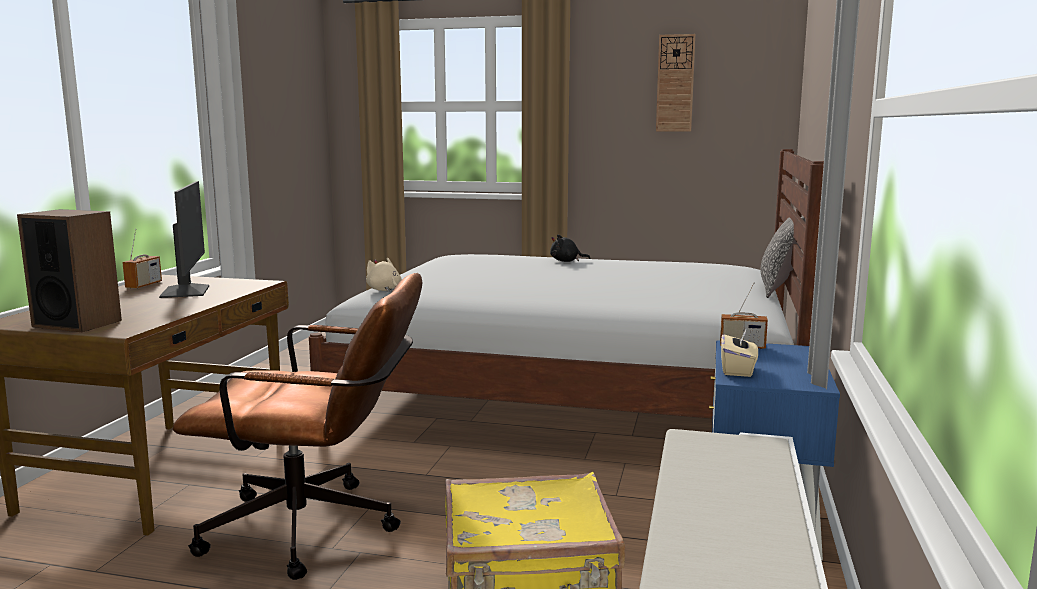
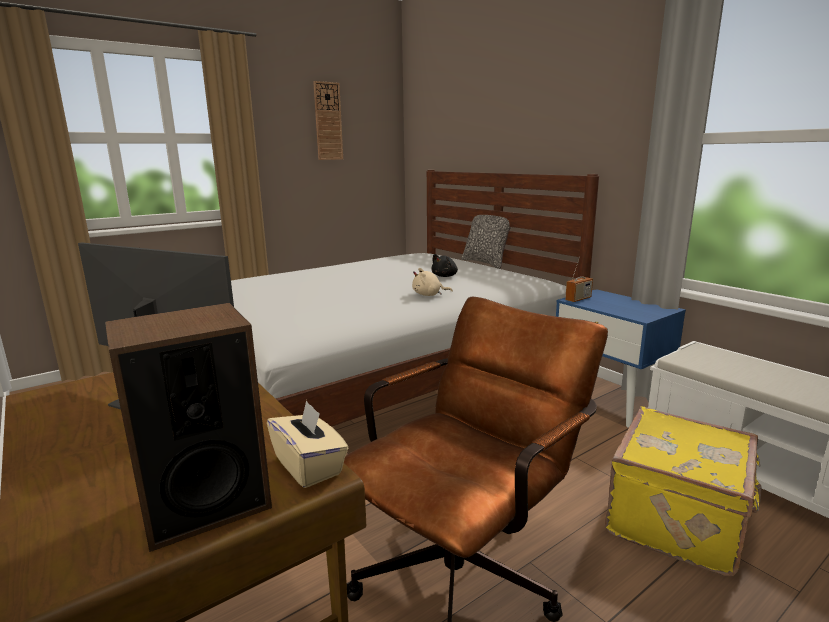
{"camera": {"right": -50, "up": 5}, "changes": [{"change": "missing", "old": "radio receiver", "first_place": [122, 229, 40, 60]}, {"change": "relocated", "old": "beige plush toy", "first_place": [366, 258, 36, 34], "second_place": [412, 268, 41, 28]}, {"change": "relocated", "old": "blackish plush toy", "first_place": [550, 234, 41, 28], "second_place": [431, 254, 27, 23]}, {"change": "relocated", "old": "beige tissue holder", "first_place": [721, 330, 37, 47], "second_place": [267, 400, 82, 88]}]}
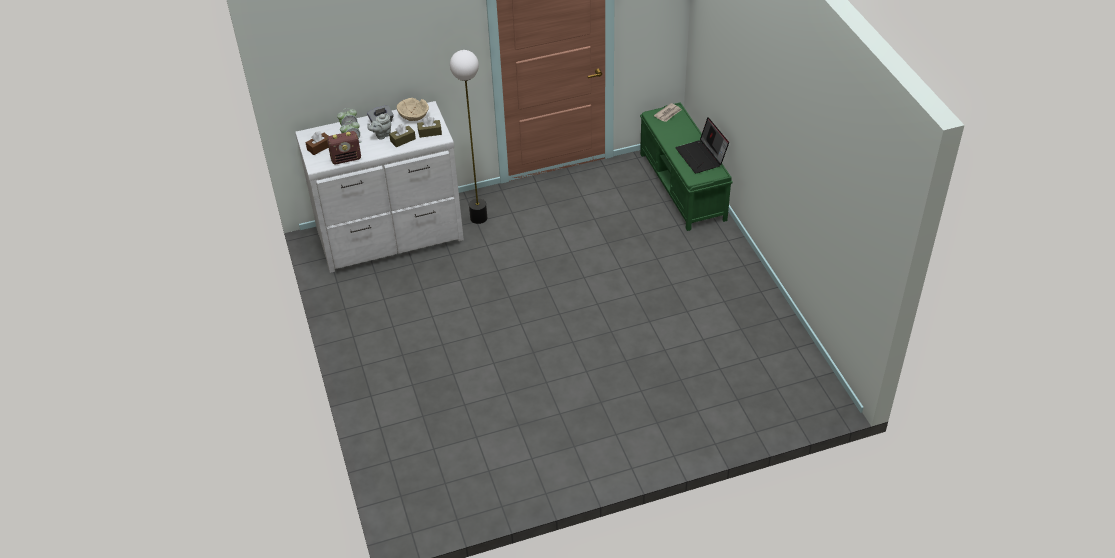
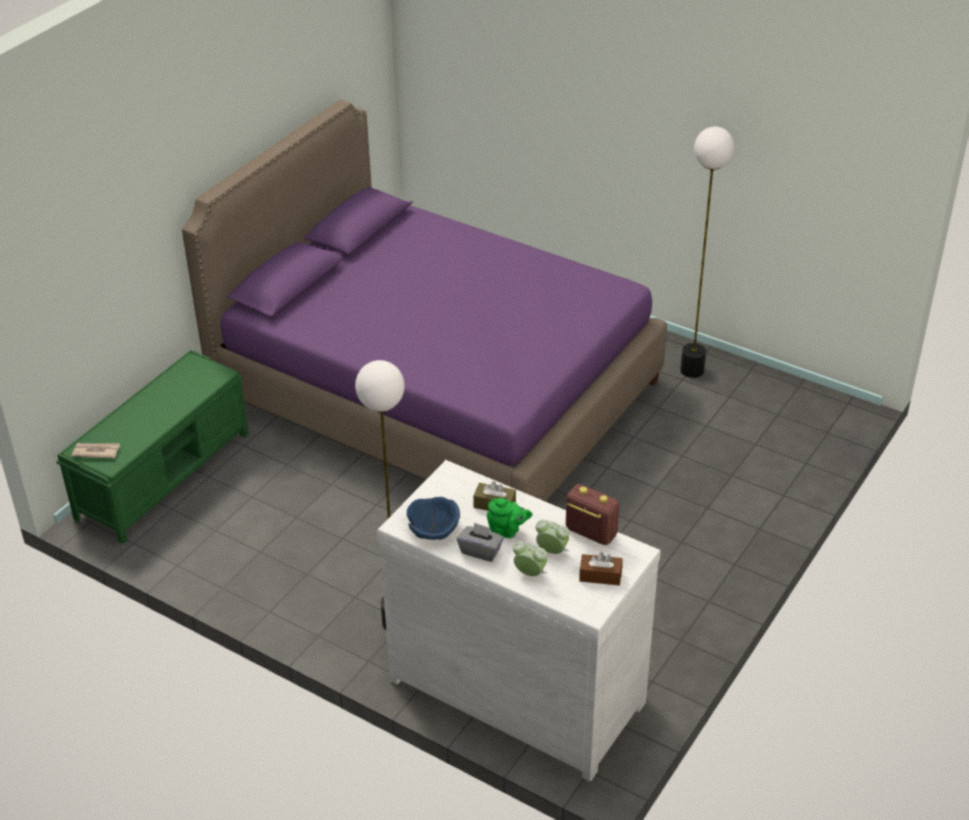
{"camera": {"right": -130, "up": -5}, "changes": [{"change": "missing", "old": "brownish tissue holder", "first_place": [417, 117, 25, 21]}, {"change": "missing", "old": "notebook computer", "first_place": [675, 117, 54, 56]}, {"change": "appeared", "new": "purplish bedroom bed", "second_place": [182, 100, 485, 402]}, {"change": "appeared", "new": "standard lamp", "second_place": [680, 126, 54, 252]}, {"change": "colour", "old": "grey pot for tea", "new": "greenish pot for tea", "first_place": [368, 113, 23, 27], "second_place": [487, 498, 46, 40]}, {"change": "colour", "old": "beige serving bowl", "new": "blue serving bowl", "first_place": [397, 98, 32, 23], "second_place": [407, 497, 53, 43]}]}
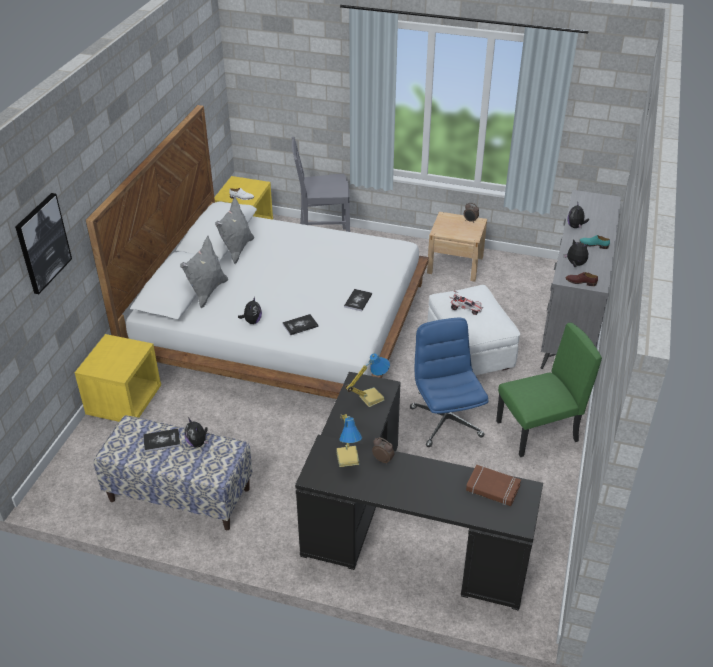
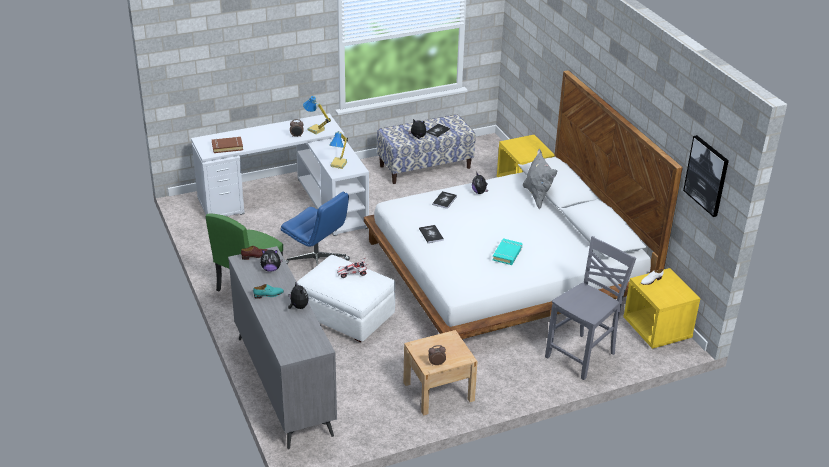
{"camera": {"right": 140, "up": -5}, "changes": [{"change": "missing", "old": "grey cushion", "first_place": [215, 197, 39, 67]}, {"change": "appeared", "new": "turquoise-coloured book", "second_place": [492, 238, 30, 27]}, {"change": "relocated", "old": "wall picture", "first_place": [15, 193, 57, 101], "second_place": [683, 135, 46, 82]}, {"change": "colour", "old": "blackish desk", "new": "whitish desk", "first_place": [295, 372, 248, 239], "second_place": [191, 113, 178, 123]}]}
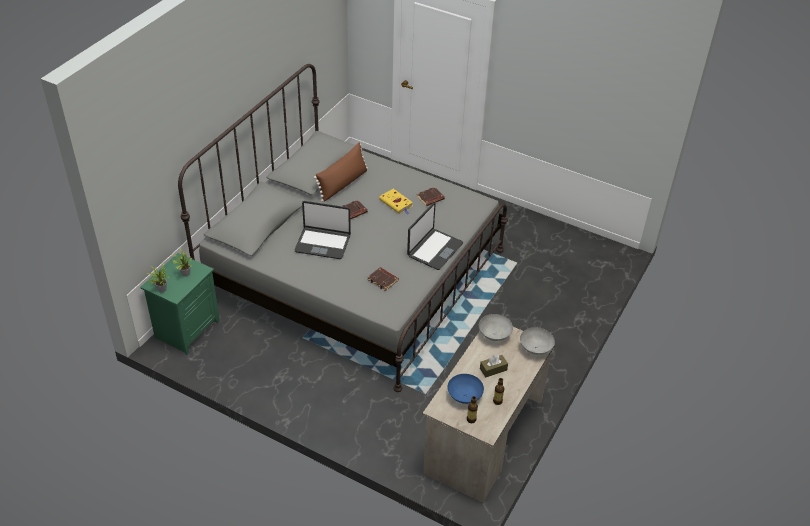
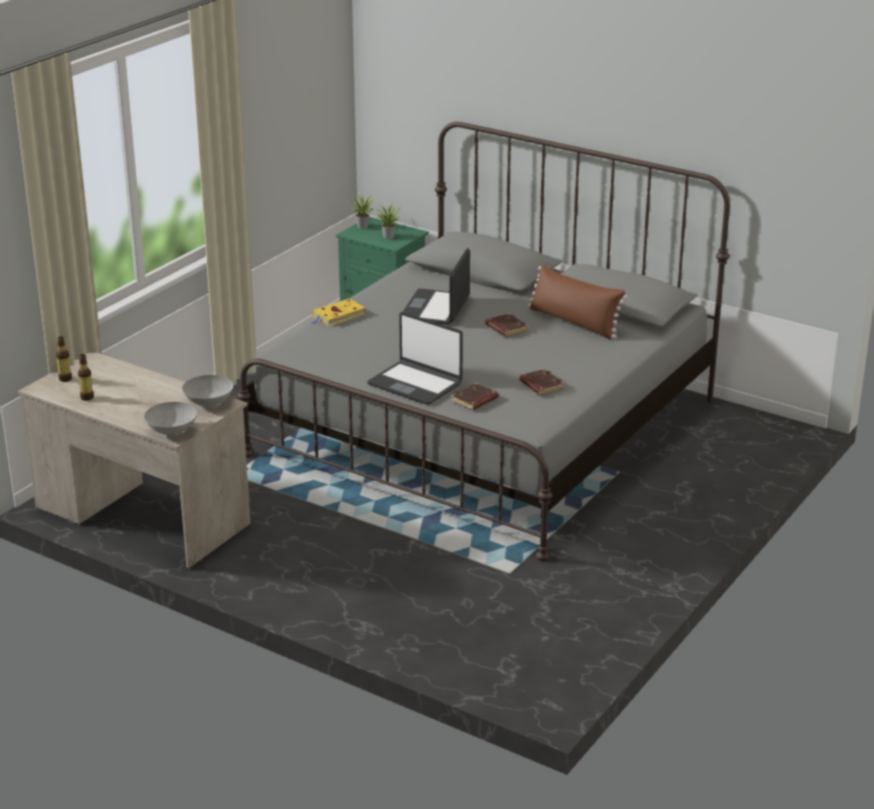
{"camera": {"right": 95, "up": -15}, "changes": [{"change": "missing", "old": "blue serving bowl", "first_place": [447, 374, 37, 30]}, {"change": "missing", "old": "brownish tissue holder", "first_place": [480, 354, 28, 23]}, {"change": "relocated", "old": "brownish book", "first_place": [368, 267, 31, 24], "second_place": [451, 383, 48, 27]}, {"change": "relocated", "old": "yellow-coloured book", "first_place": [379, 189, 34, 25], "second_place": [312, 299, 53, 28]}]}
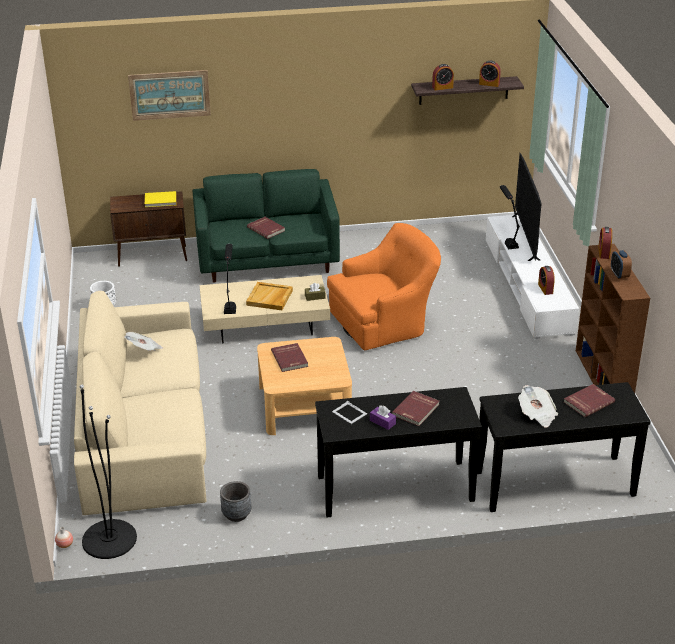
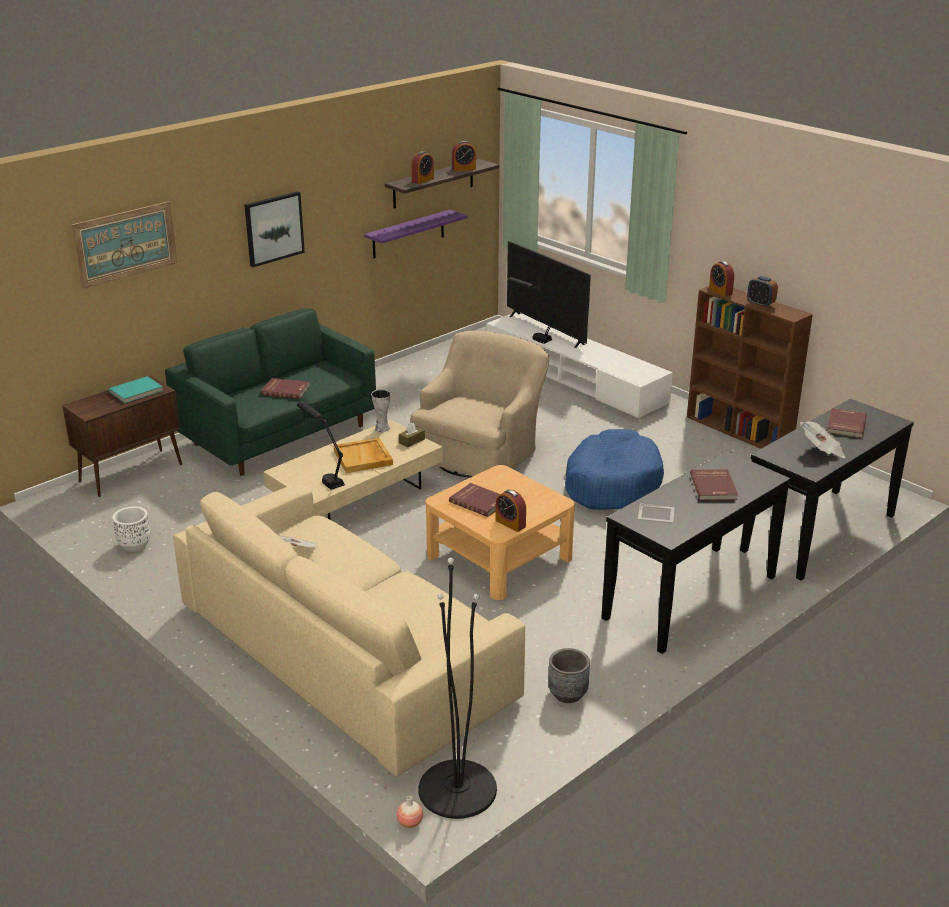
{"camera": {"right": -35, "up": -5}, "changes": [{"change": "missing", "old": "purplish tissue holder", "first_place": [370, 406, 26, 24]}, {"change": "appeared", "new": "wall picture", "second_place": [244, 191, 61, 76]}, {"change": "appeared", "new": "purplish shelf", "second_place": [364, 210, 104, 48]}, {"change": "appeared", "new": "flower vase", "second_place": [371, 390, 20, 42]}, {"change": "appeared", "new": "blue dog cushion", "second_place": [565, 429, 99, 81]}, {"change": "relocated", "old": "table clock", "first_place": [538, 266, 17, 29], "second_place": [495, 490, 31, 42]}, {"change": "colour", "old": "yellow-coloured book", "new": "turquoise-coloured book", "first_place": [145, 191, 31, 16], "second_place": [109, 376, 54, 27]}, {"change": "colour", "old": "orangey armchair", "new": "beige armchair", "first_place": [327, 223, 114, 127], "second_place": [410, 331, 140, 147]}]}
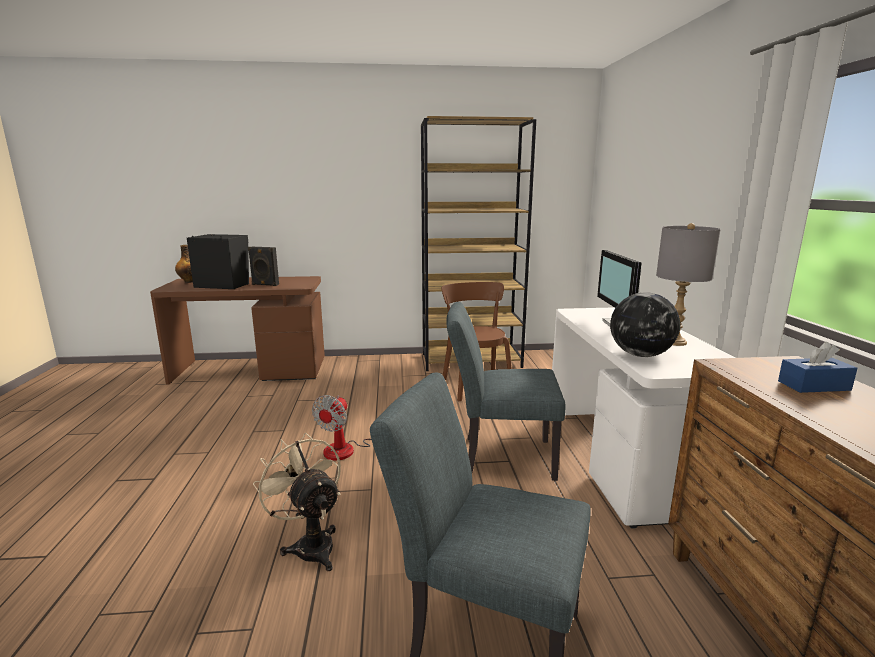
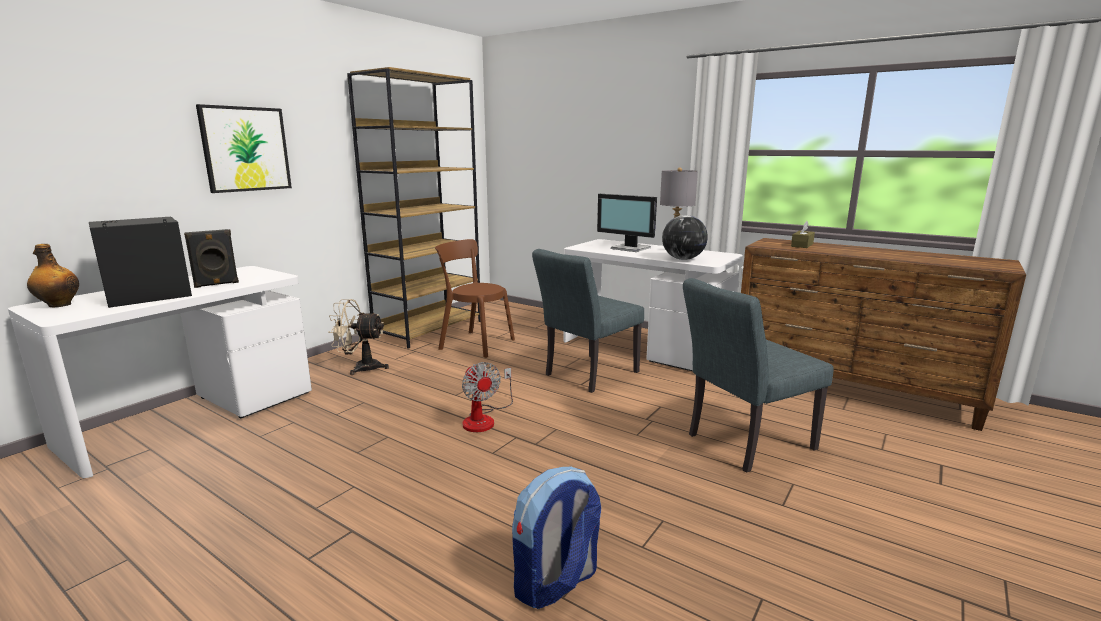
{"camera": {"right": -50, "up": 0}, "changes": [{"change": "appeared", "new": "wall picture", "second_place": [196, 104, 96, 89]}, {"change": "appeared", "new": "backpack", "second_place": [512, 467, 89, 142]}, {"change": "relocated", "old": "beige cooling fan", "first_place": [253, 433, 88, 138], "second_place": [328, 299, 61, 76]}, {"change": "colour", "old": "brownish desk", "new": "whitish desk", "first_place": [150, 276, 175, 109], "second_place": [8, 266, 304, 212]}, {"change": "colour", "old": "blue tissue holder", "new": "brownish tissue holder", "first_place": [778, 342, 80, 51], "second_place": [791, 221, 24, 27]}]}
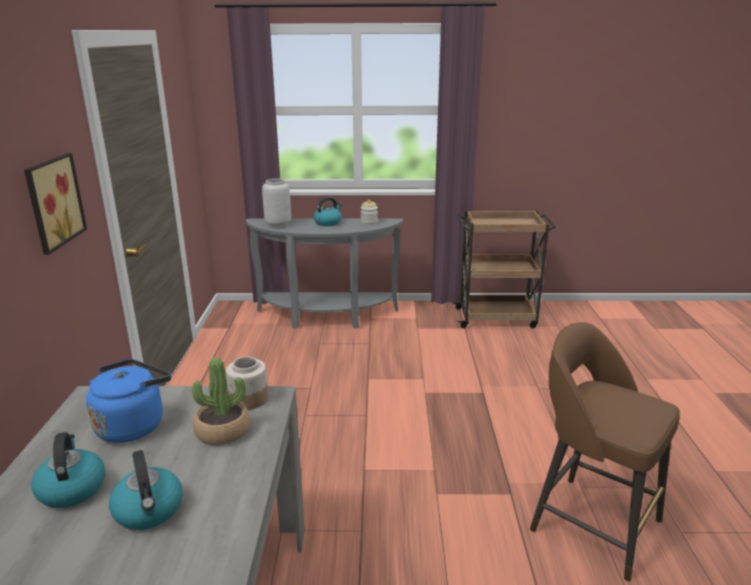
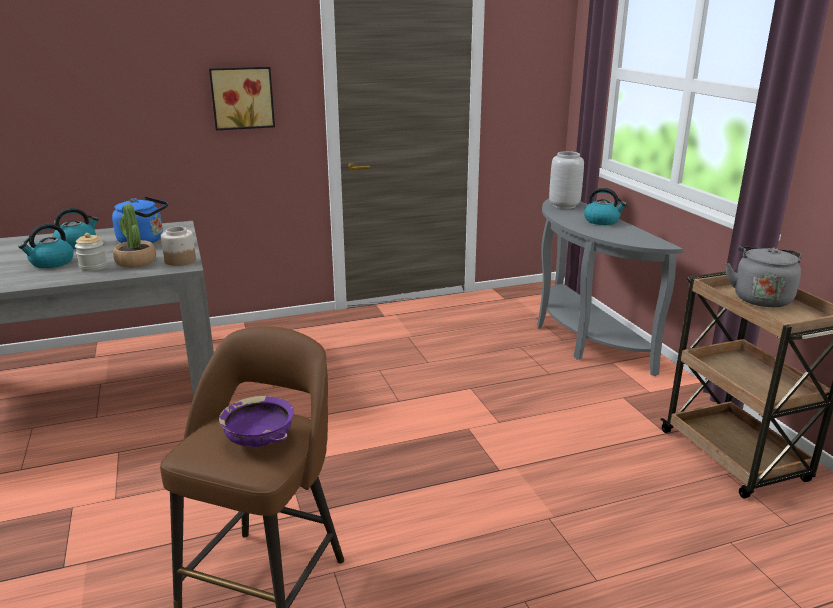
{"camera": {"right": 70, "up": 0}, "changes": [{"change": "appeared", "new": "purplish serving bowl", "second_place": [219, 396, 75, 51]}, {"change": "appeared", "new": "grey kettle", "second_place": [725, 246, 76, 61]}, {"change": "relocated", "old": "preserve jar", "first_place": [360, 200, 18, 25], "second_place": [75, 233, 32, 38]}]}
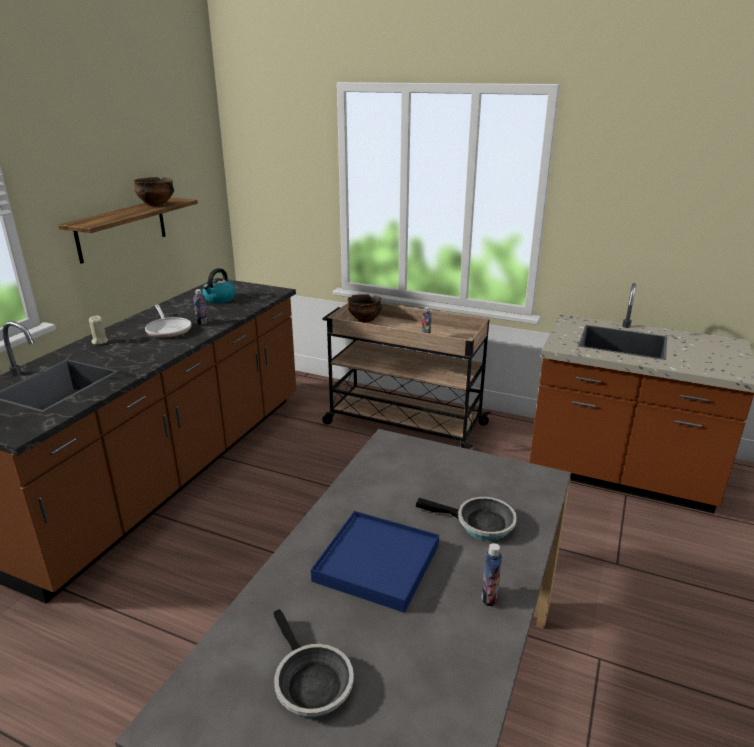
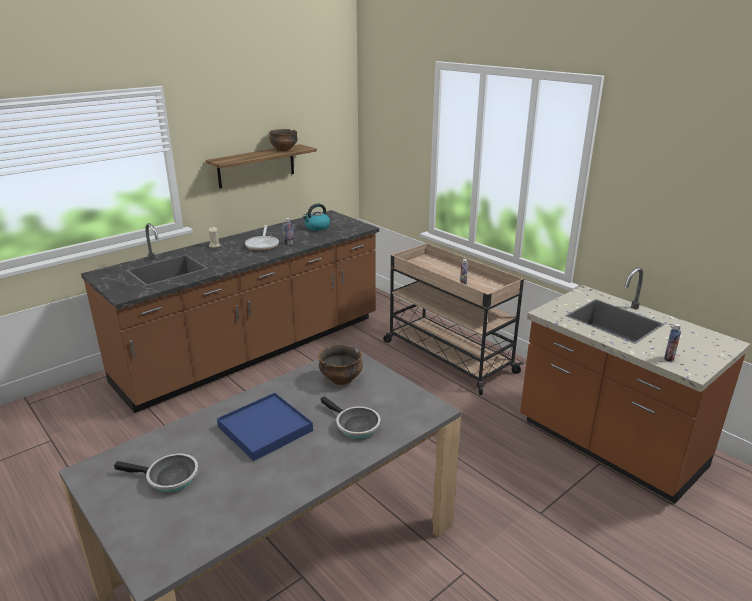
{"camera": {"right": 25, "up": 0}, "changes": [{"change": "relocated", "old": "serving bowl", "first_place": [348, 295, 34, 28], "second_place": [318, 345, 45, 40]}, {"change": "relocated", "old": "beverage bottle", "first_place": [481, 543, 21, 63], "second_place": [664, 323, 17, 39]}, {"change": "spun", "old": "frying pan", "first_place": [273, 609, 81, 109], "second_place": [114, 454, 84, 39], "degrees": -75}]}
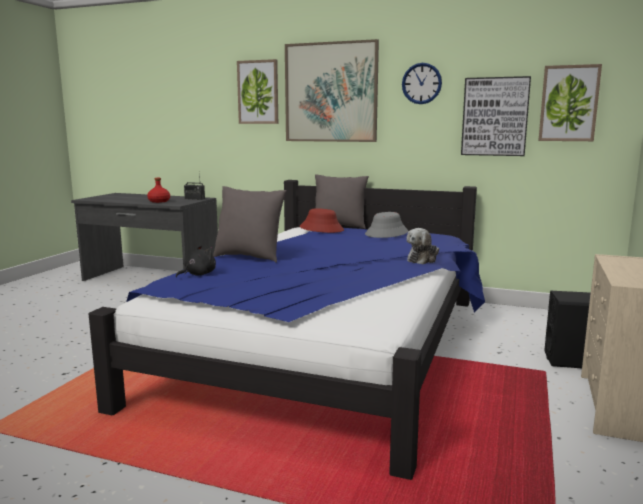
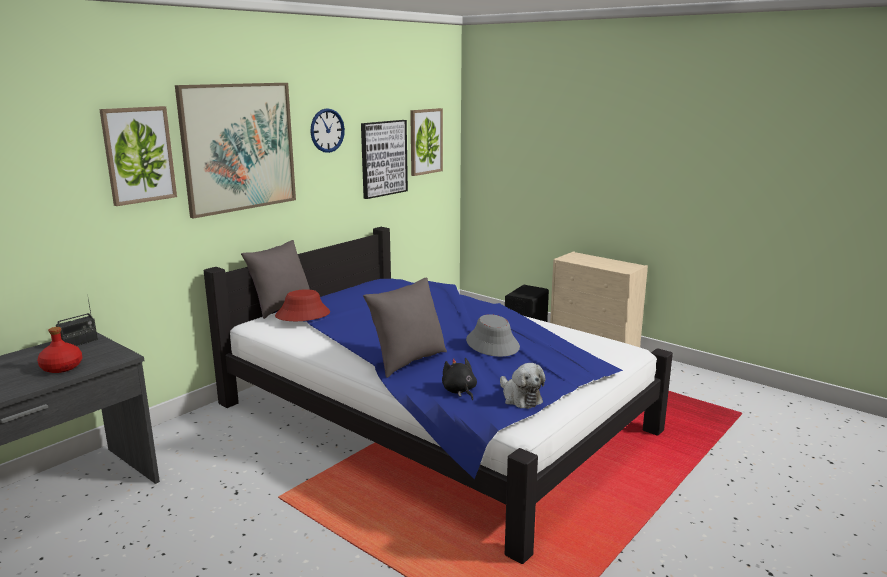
{"camera": {"right": -70, "up": 5}, "changes": [{"change": "relocated", "old": "grey clothing hat", "first_place": [365, 212, 43, 26], "second_place": [466, 314, 54, 43]}, {"change": "relocated", "old": "plush toy", "first_place": [406, 228, 33, 36], "second_place": [500, 363, 46, 46]}]}
